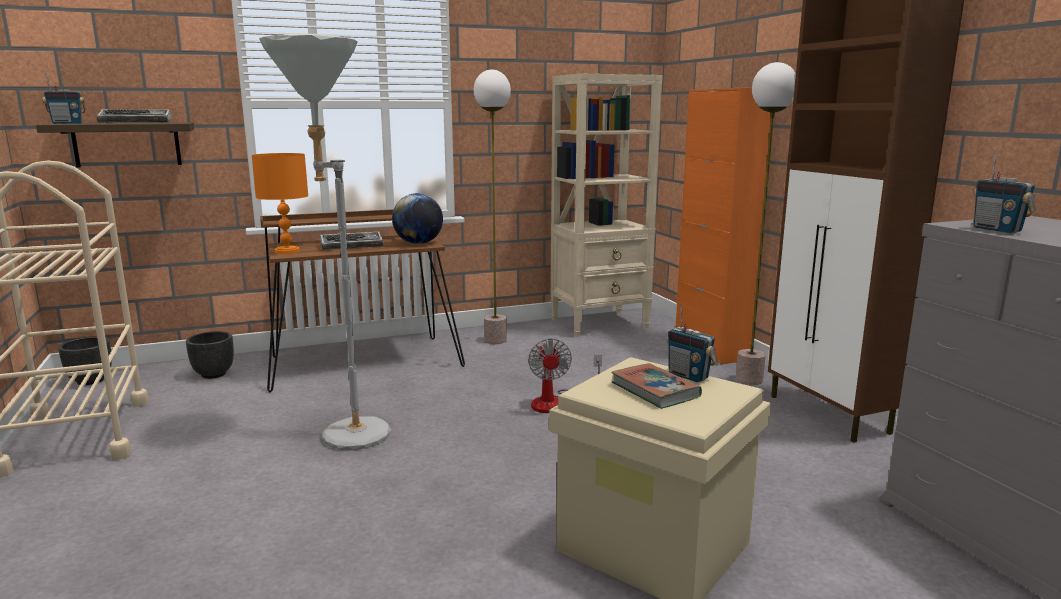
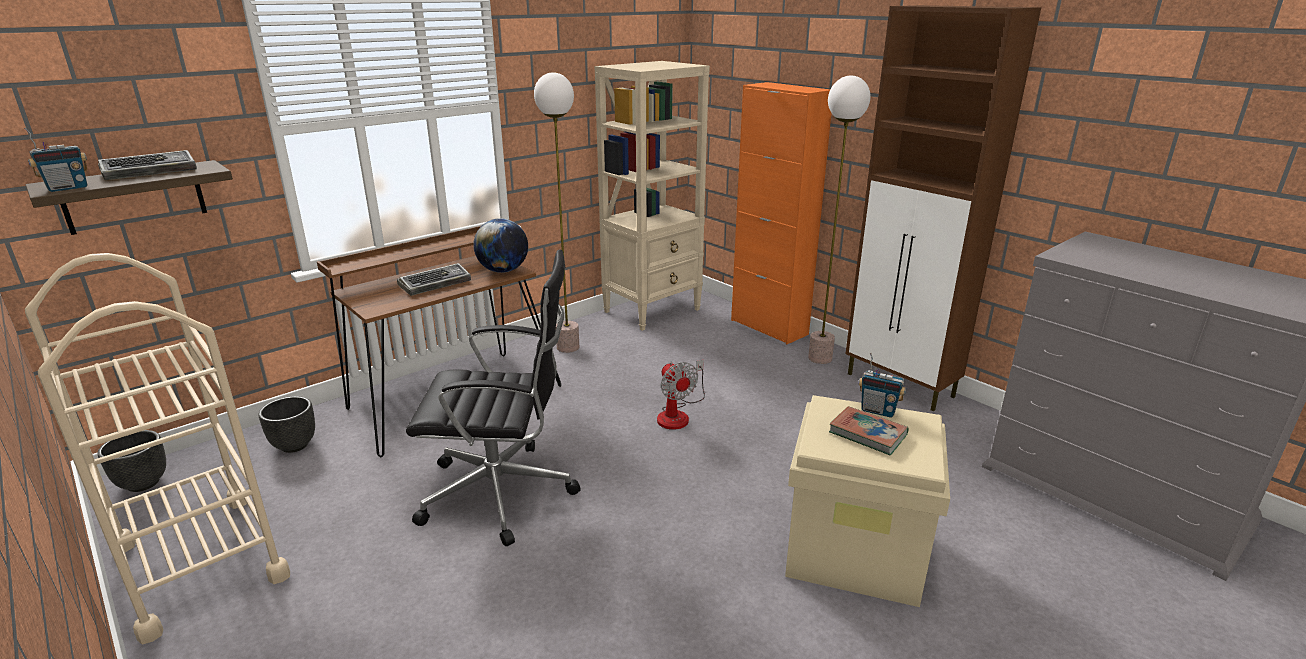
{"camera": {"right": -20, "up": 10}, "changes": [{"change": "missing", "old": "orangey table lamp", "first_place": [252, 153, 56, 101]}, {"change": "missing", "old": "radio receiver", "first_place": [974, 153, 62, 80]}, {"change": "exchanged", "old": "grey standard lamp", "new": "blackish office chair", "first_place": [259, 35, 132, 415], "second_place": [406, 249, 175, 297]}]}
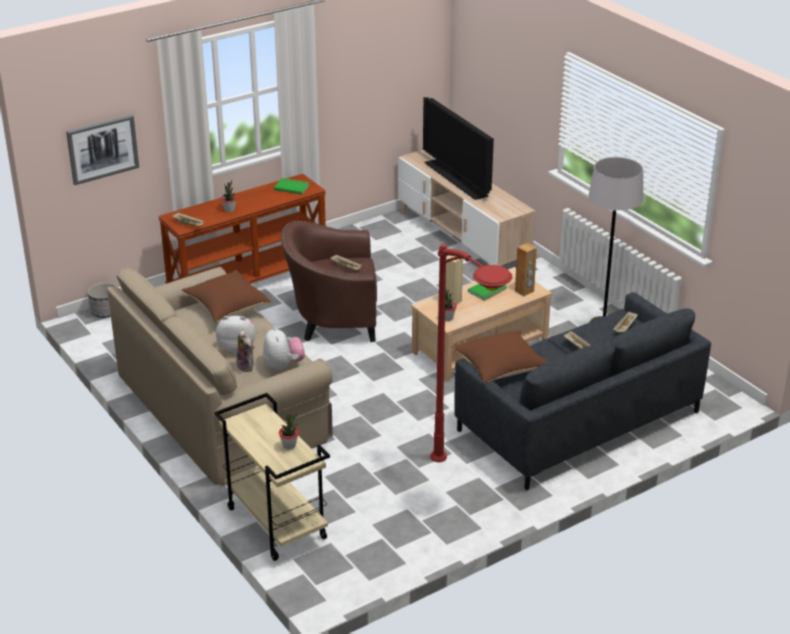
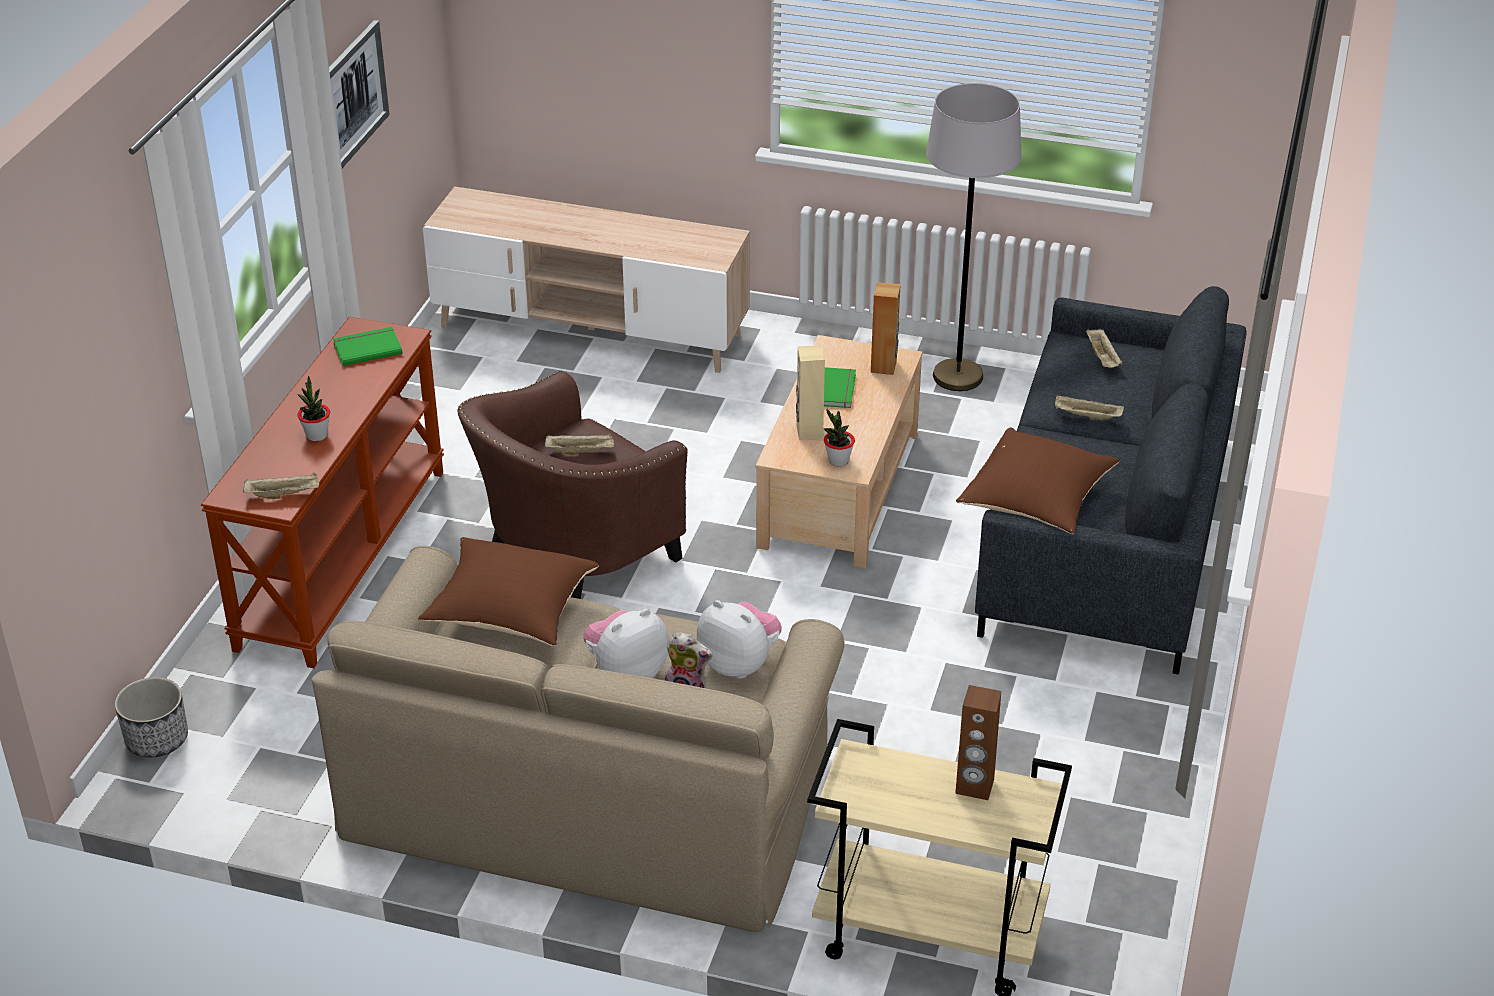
{"camera": {"right": -40, "up": 5}, "changes": [{"change": "missing", "old": "television", "first_place": [423, 97, 71, 103]}, {"change": "missing", "old": "reddish standard lamp", "first_place": [430, 244, 82, 218]}, {"change": "relocated", "old": "wall picture", "first_place": [66, 115, 73, 70], "second_place": [329, 20, 61, 148]}, {"change": "exchanged", "old": "potted plant", "new": "brownish loudspeaker", "first_place": [279, 413, 20, 37], "second_place": [955, 685, 46, 115]}]}
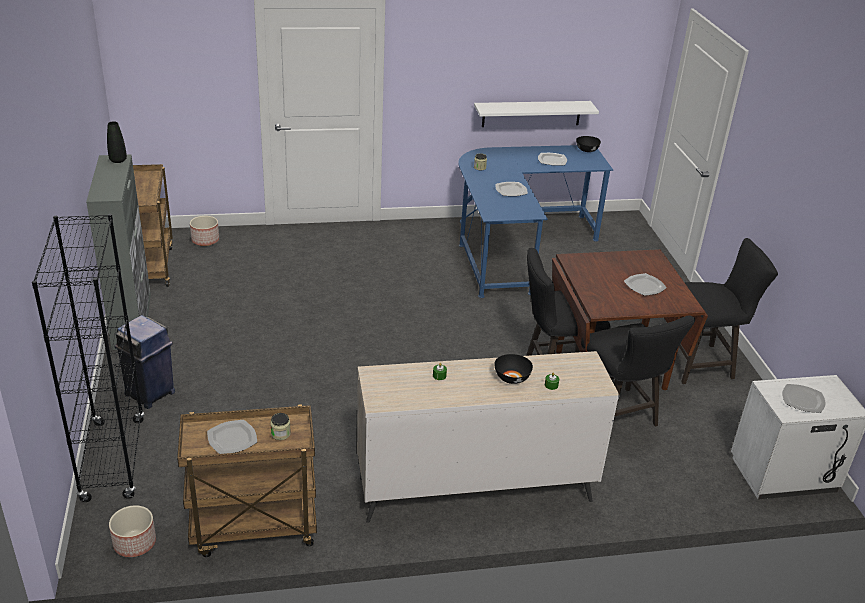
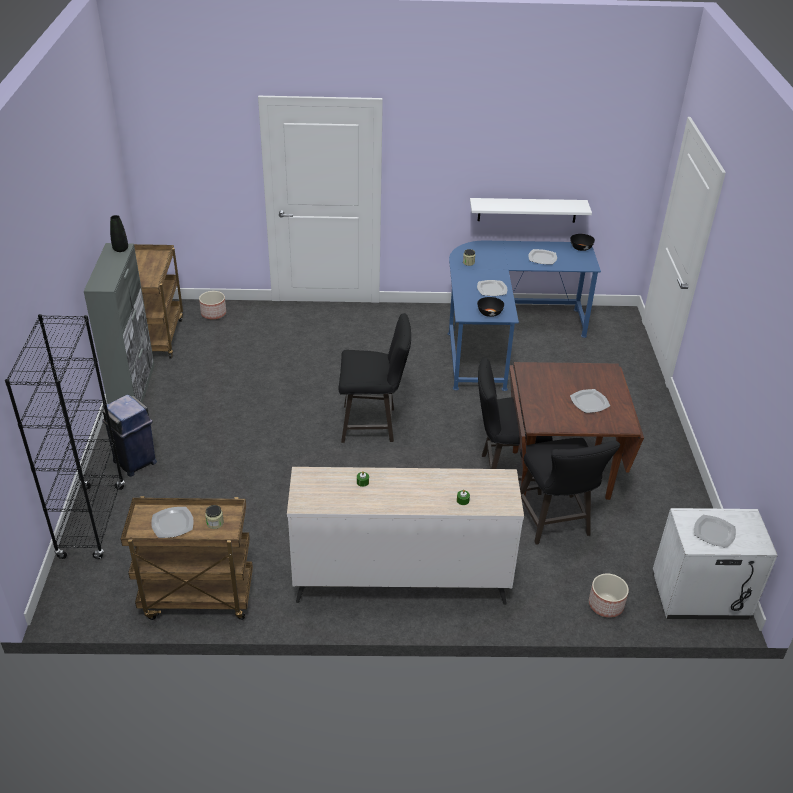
{"camera": {"right": 10, "up": 5}, "changes": [{"change": "relocated", "old": "flower pot", "first_place": [109, 505, 47, 52], "second_place": [589, 574, 40, 43]}, {"change": "relocated", "old": "blackish serving bowl", "first_place": [494, 354, 39, 30], "second_place": [477, 297, 27, 20]}, {"change": "relocated", "old": "blackish stool", "first_place": [679, 238, 99, 146], "second_place": [339, 313, 72, 130]}]}
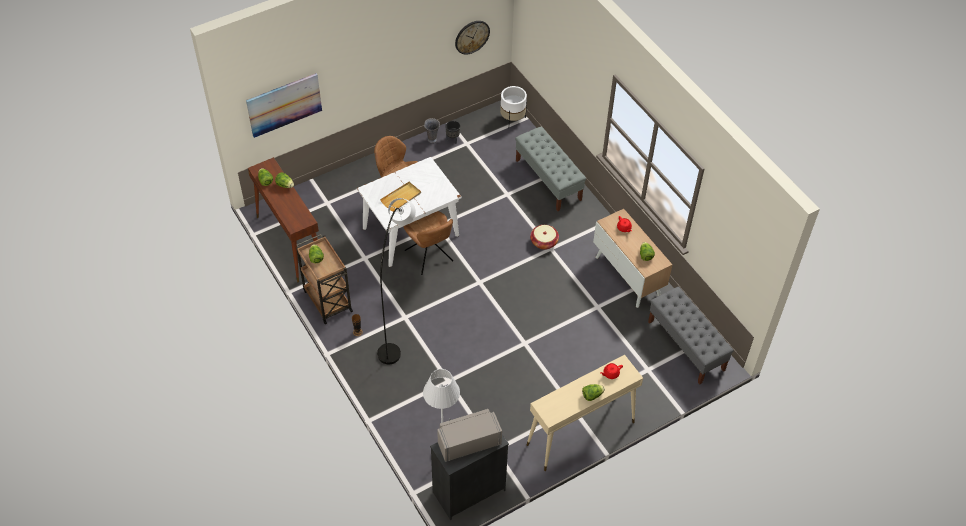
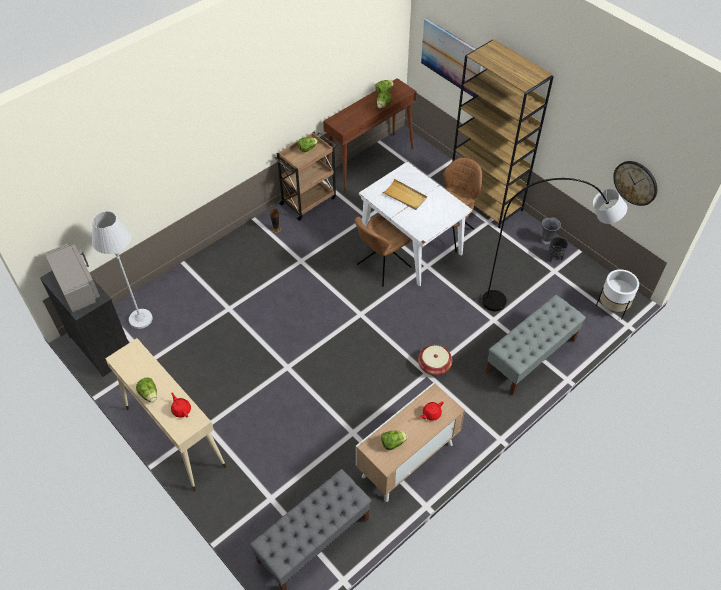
{"camera": {"right": 80, "up": 0}, "changes": [{"change": "appeared", "new": "brownish shelving unit", "second_place": [452, 39, 102, 189]}, {"change": "relocated", "old": "grey standard lamp", "first_place": [377, 198, 39, 166], "second_place": [482, 178, 145, 133]}]}
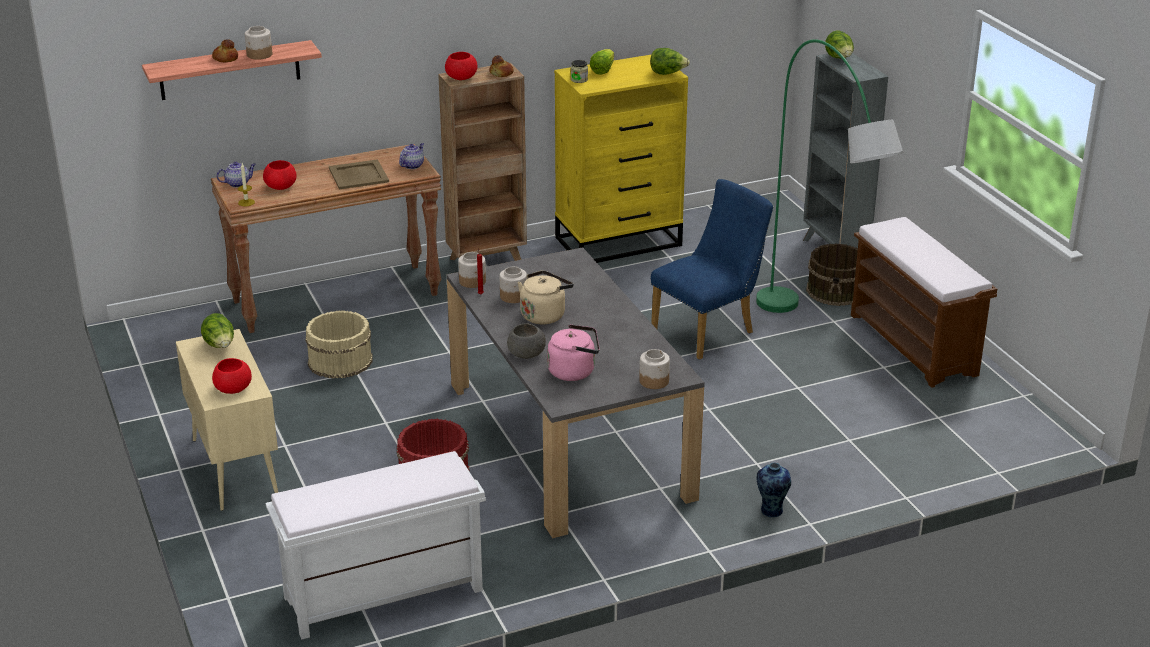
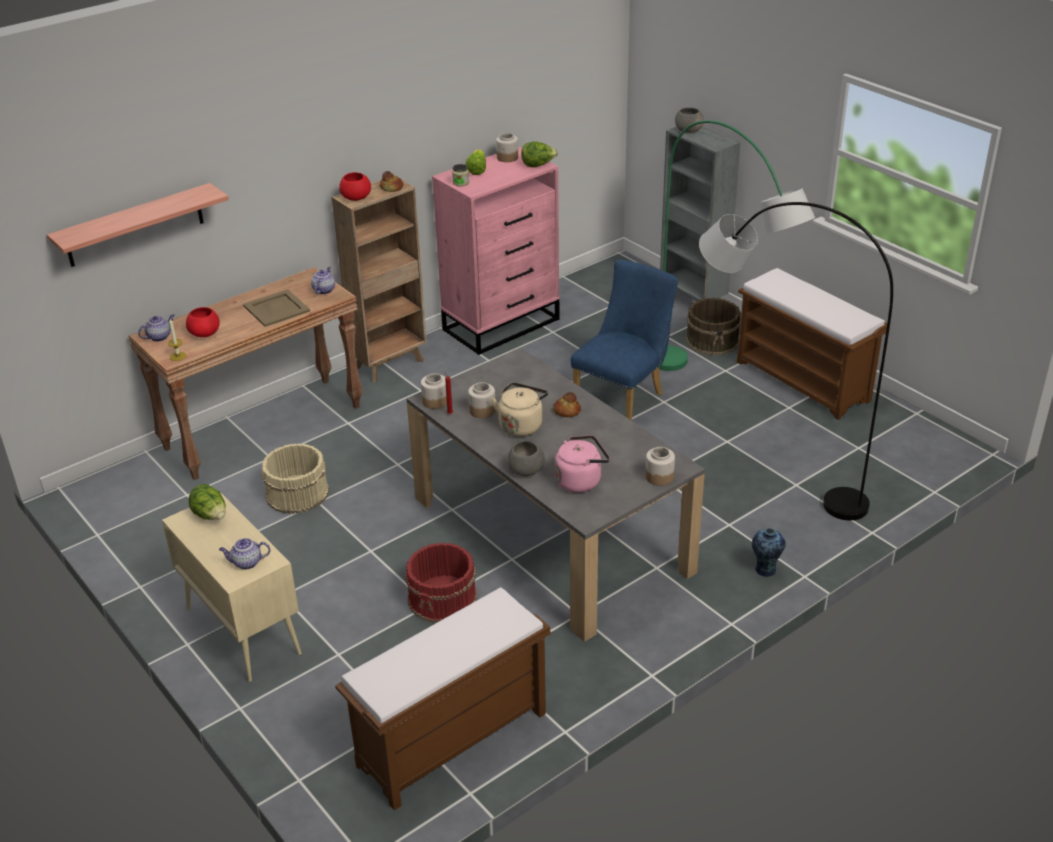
{"camera": {"right": -15, "up": 5}, "changes": [{"change": "appeared", "new": "grey standard lamp", "second_place": [699, 202, 194, 318]}, {"change": "relocated", "old": "bread", "first_place": [212, 39, 26, 23], "second_place": [553, 392, 28, 25]}, {"change": "relocated", "old": "preserve jar", "first_place": [245, 26, 27, 34], "second_place": [496, 133, 22, 29]}, {"change": "exchanged", "old": "reddish serving bowl", "new": "pot for tea", "first_place": [212, 358, 40, 36], "second_place": [219, 538, 52, 32]}, {"change": "exchanged", "old": "lettuce head", "new": "grey serving bowl", "first_place": [825, 30, 29, 28], "second_place": [675, 107, 29, 26]}, {"change": "colour", "old": "whitish indoor bench", "new": "brownish indoor bench", "first_place": [266, 451, 220, 189], "second_place": [335, 588, 216, 222]}, {"change": "colour", "old": "yellow-coloured chest of drawers", "new": "pink-coloured chest of drawers", "first_place": [554, 54, 134, 209], "second_place": [432, 146, 128, 209]}]}
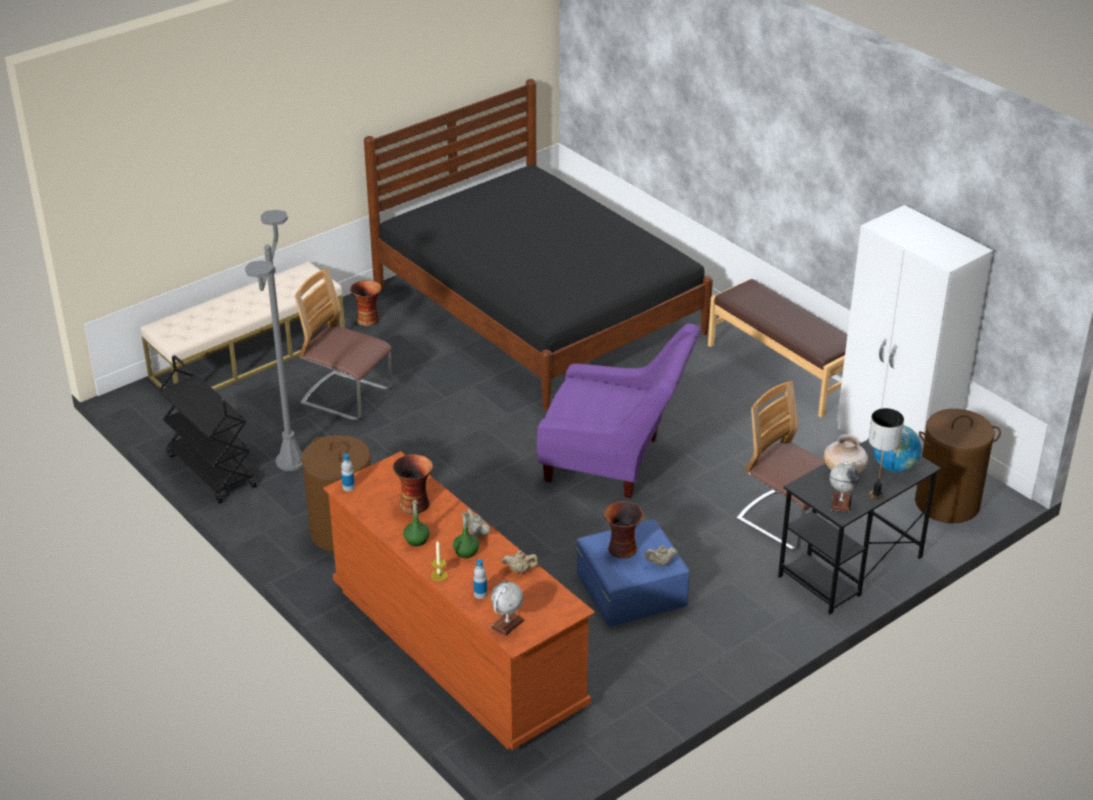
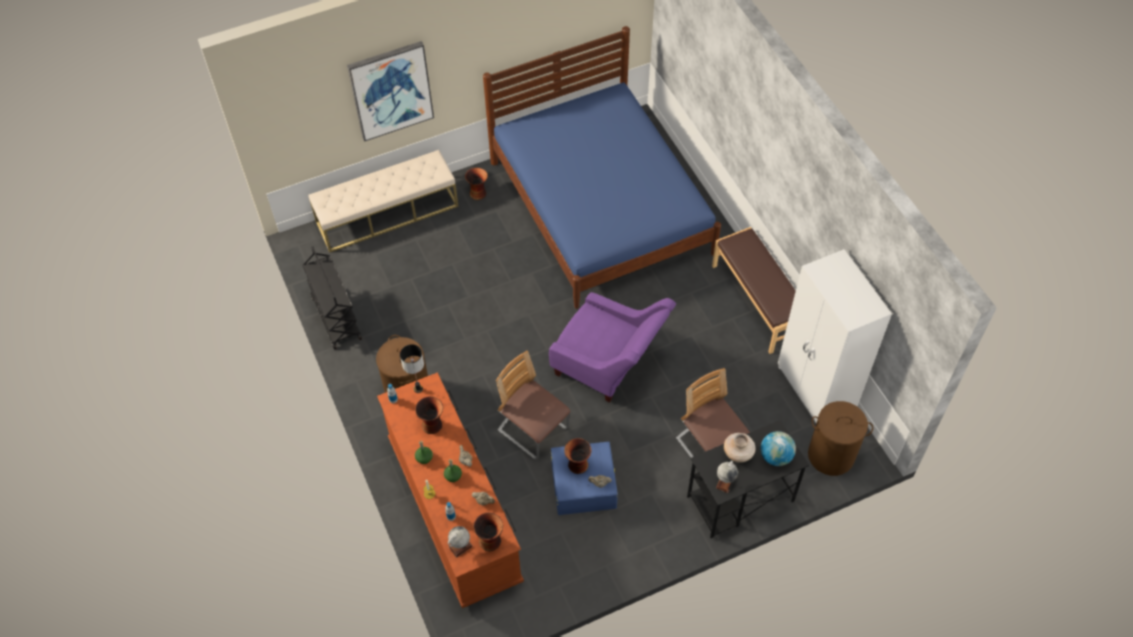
{"camera": {"right": 15, "up": 20}, "changes": [{"change": "missing", "old": "grey standard lamp", "first_place": [245, 210, 58, 261]}, {"change": "appeared", "new": "wall picture", "second_place": [347, 41, 87, 101]}, {"change": "appeared", "new": "flower vase", "second_place": [473, 513, 30, 38]}, {"change": "relocated", "old": "chair", "first_place": [295, 268, 97, 153], "second_place": [496, 351, 74, 109]}, {"change": "relocated", "old": "table lamp", "first_place": [869, 408, 35, 92], "second_place": [400, 344, 24, 49]}, {"change": "colour", "old": "blackish bedroom bed", "new": "blue bedroom bed", "first_place": [364, 79, 349, 332], "second_place": [483, 26, 238, 283]}]}
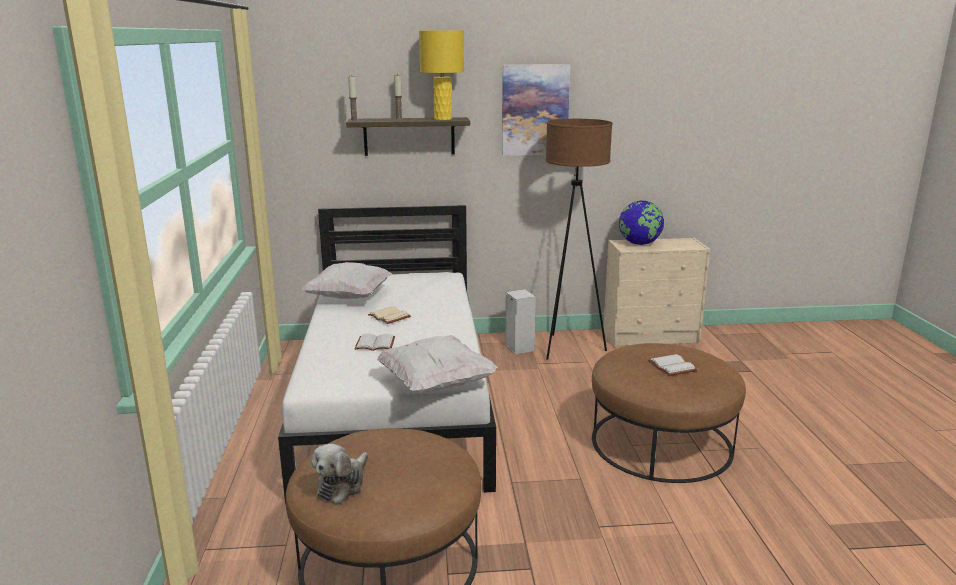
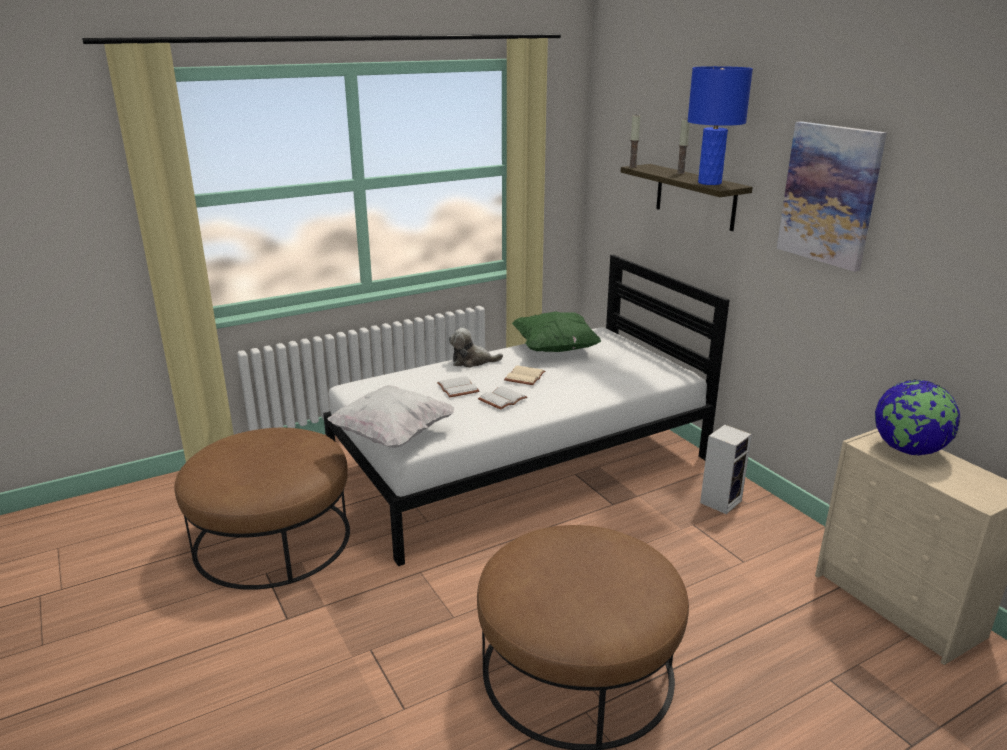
{"camera": {"right": 65, "up": 5}, "changes": [{"change": "missing", "old": "brownish standard lamp", "first_place": [546, 119, 66, 241]}, {"change": "relocated", "old": "plush toy", "first_place": [312, 444, 56, 59], "second_place": [449, 328, 54, 40]}, {"change": "relocated", "old": "whitish book", "first_place": [648, 354, 49, 22], "second_place": [478, 386, 49, 24]}, {"change": "colour", "old": "whitish cushion", "new": "greenish cushion", "first_place": [301, 262, 91, 37], "second_place": [512, 311, 89, 41]}, {"change": "colour", "old": "yellow-coloured table lamp", "new": "blue table lamp", "first_place": [419, 30, 45, 90], "second_place": [687, 66, 66, 119]}]}
